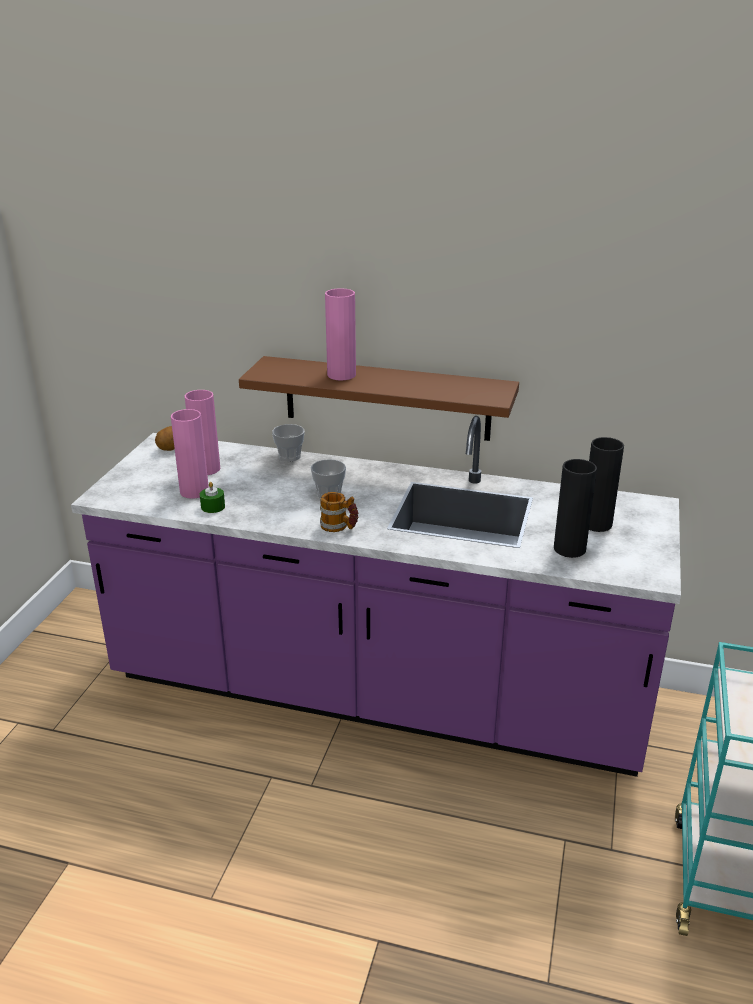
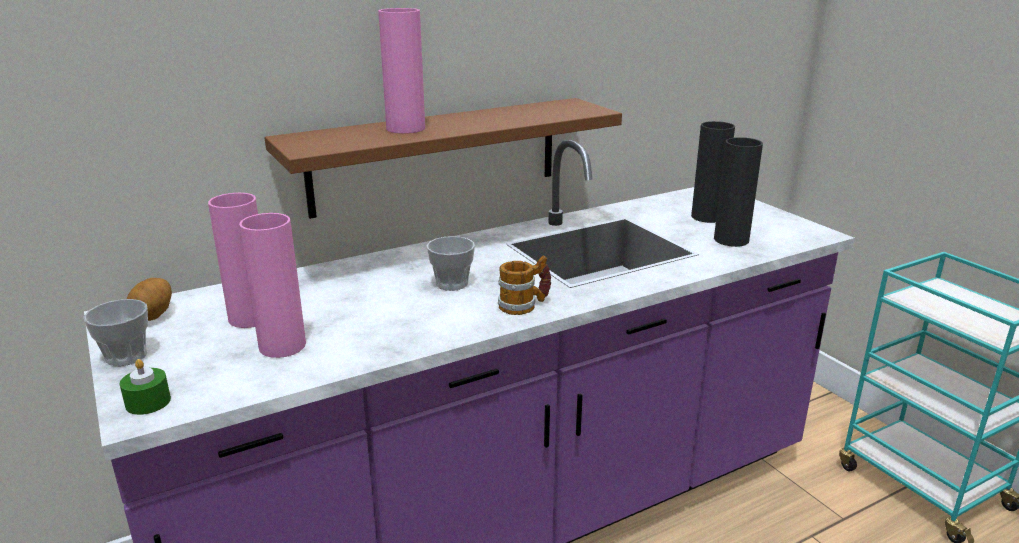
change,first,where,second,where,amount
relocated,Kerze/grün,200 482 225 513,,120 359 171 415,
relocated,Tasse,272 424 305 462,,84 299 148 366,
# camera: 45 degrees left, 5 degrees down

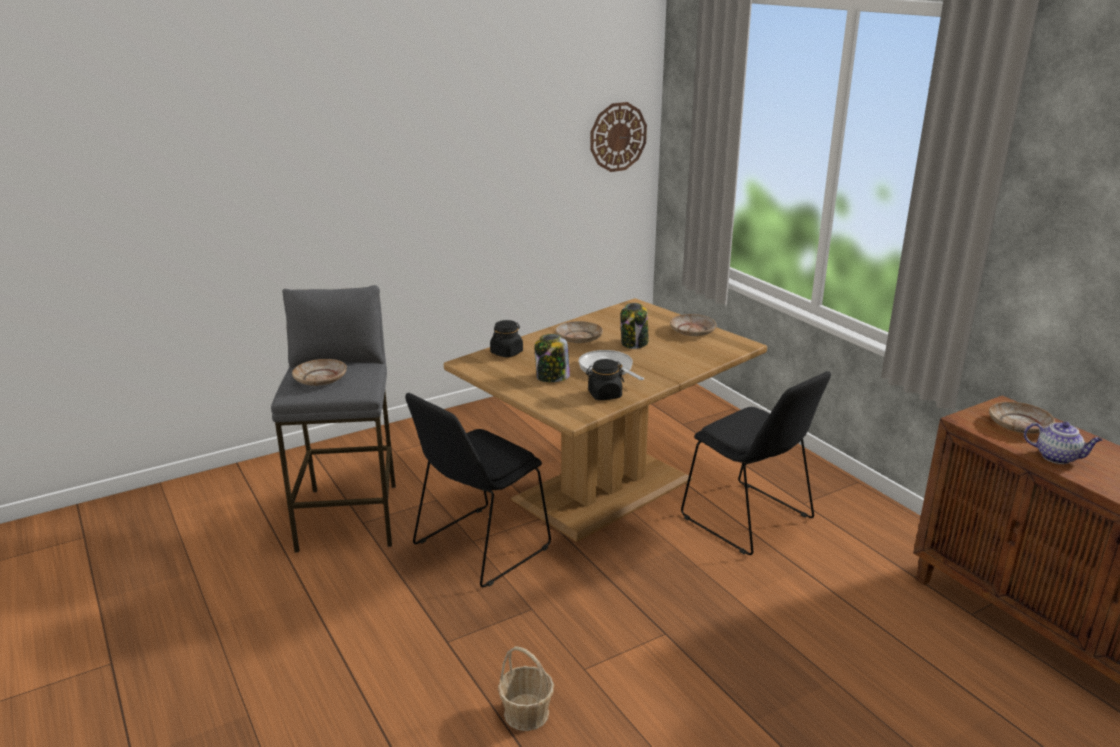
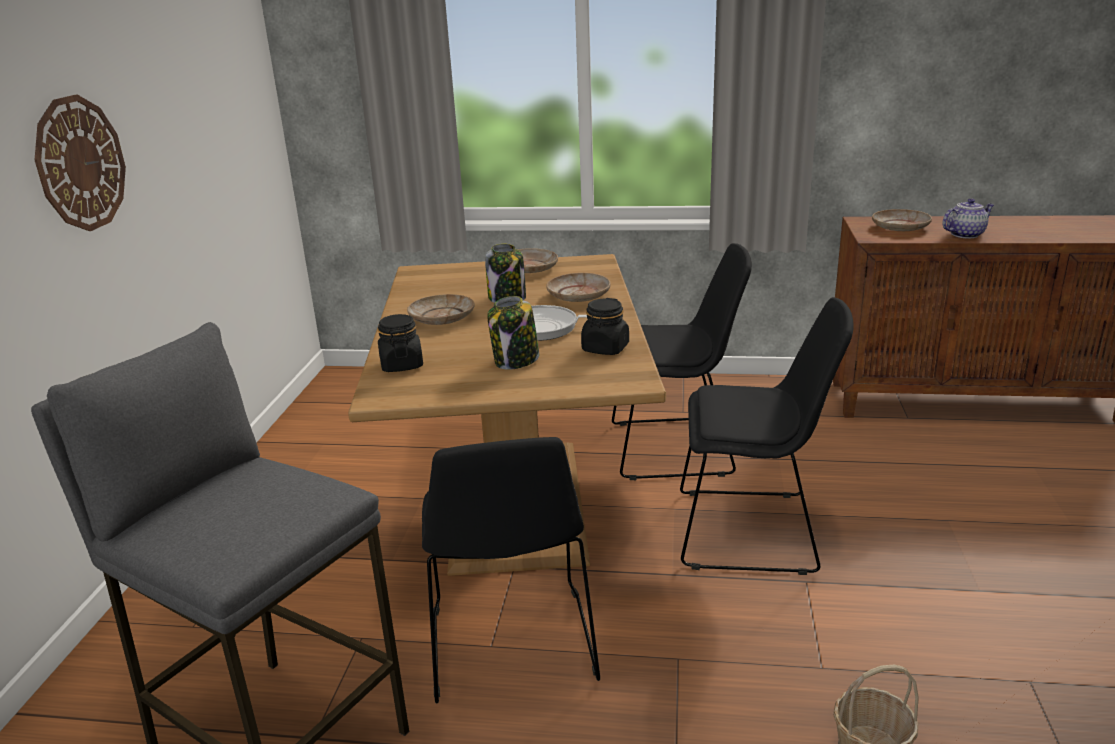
change,first,where,second,where,amount
relocated,Teller/beige,292 359 347 386,,546 273 611 302,
relocated,Wanduhr,590 102 647 172,,35 95 126 231,
appeared,,,Stuhl/schwarz,680 297 854 575,
# camera: 50 degrees left, 0 degrees up

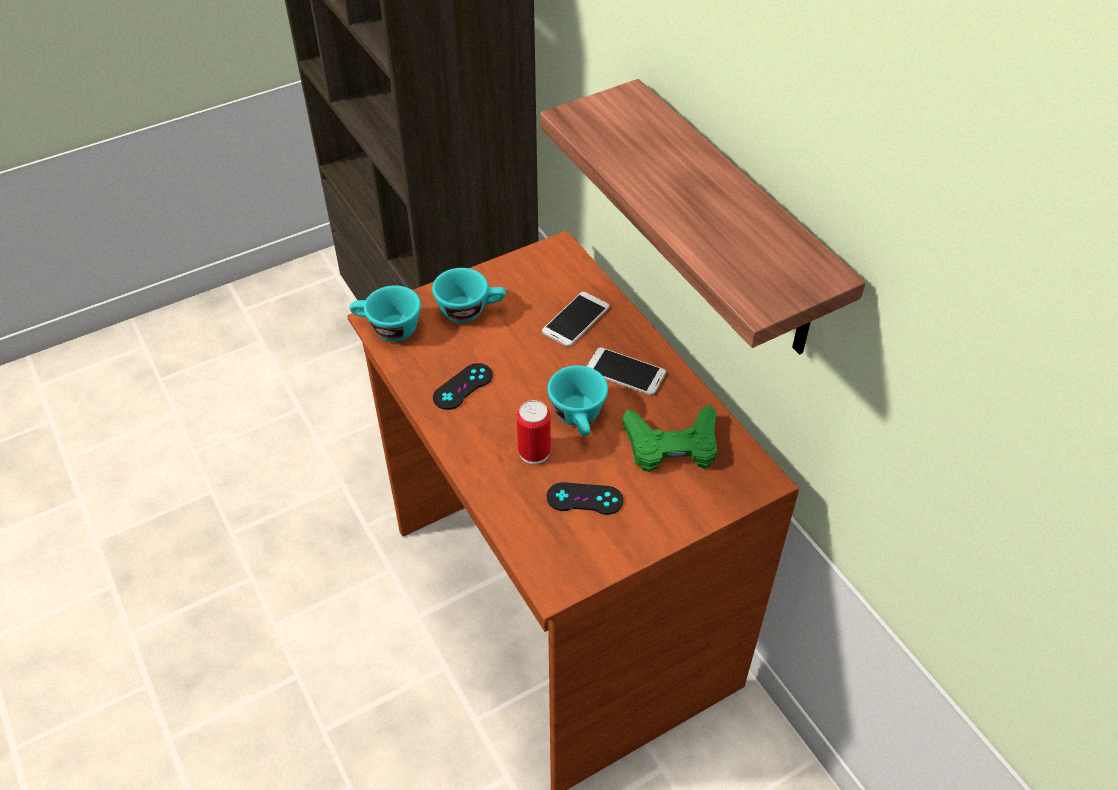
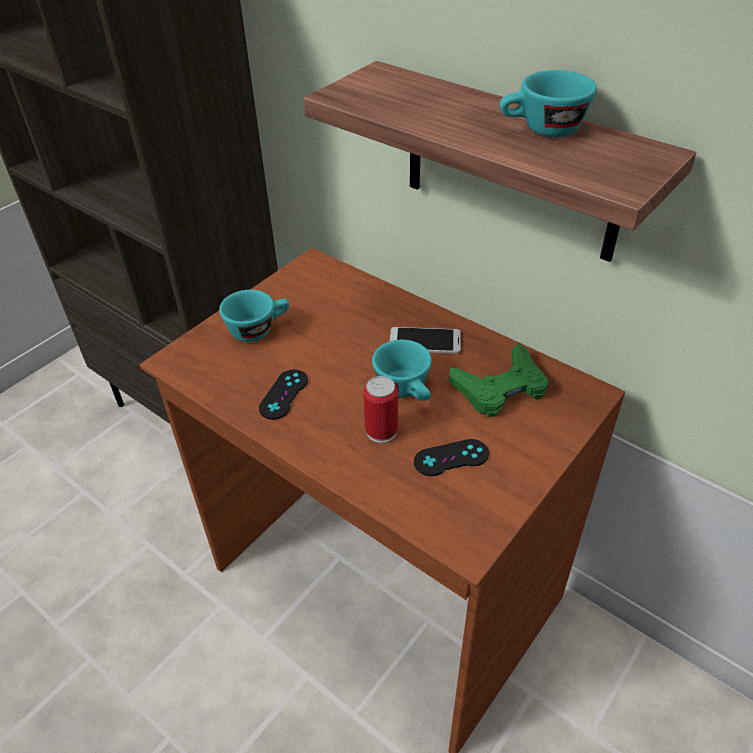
change,first,where,second,where,amount
relocated,Tasse/türkis,350 285 421 342,,500 70 597 137,
missing,Handy,542 292 609 347,,,
# camera: 20 degrees left, 5 degrees down

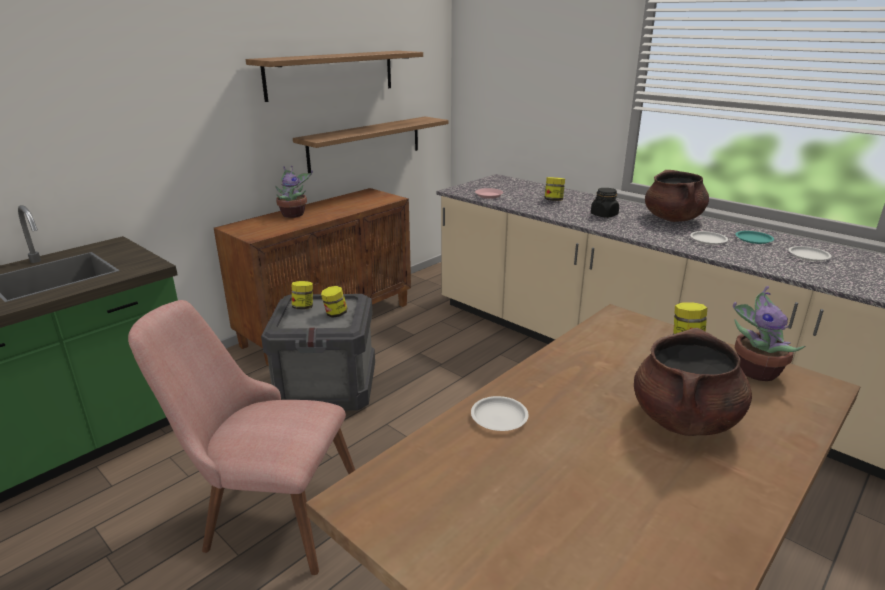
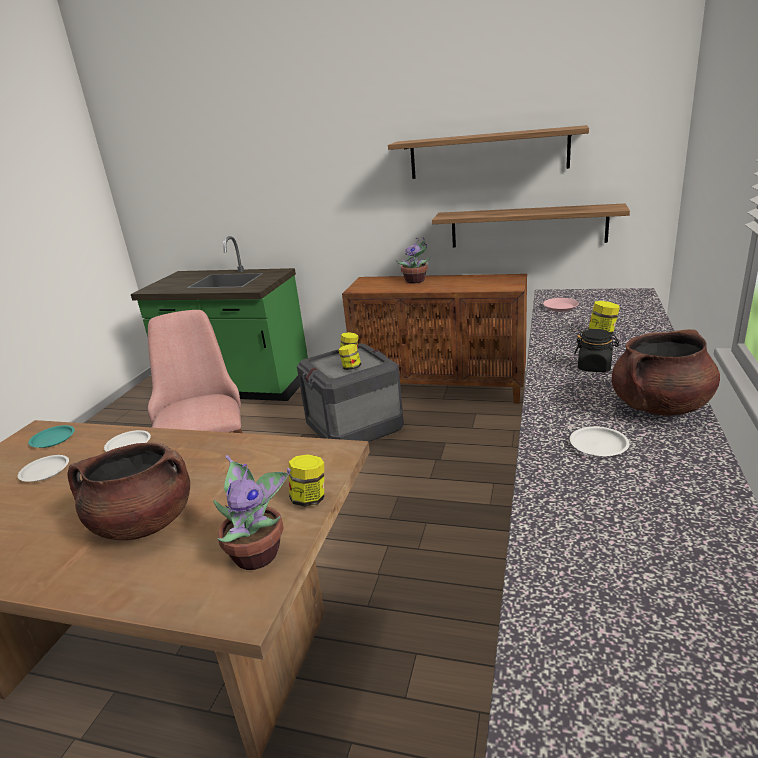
change,first,where,second,where,amount
relocated,Teller/türkis,735 231 774 244,,28 425 75 448,
relocated,Teller/weiß,788 246 832 261,,18 455 69 482,
# camera: 65 degrees right, 0 degrees up

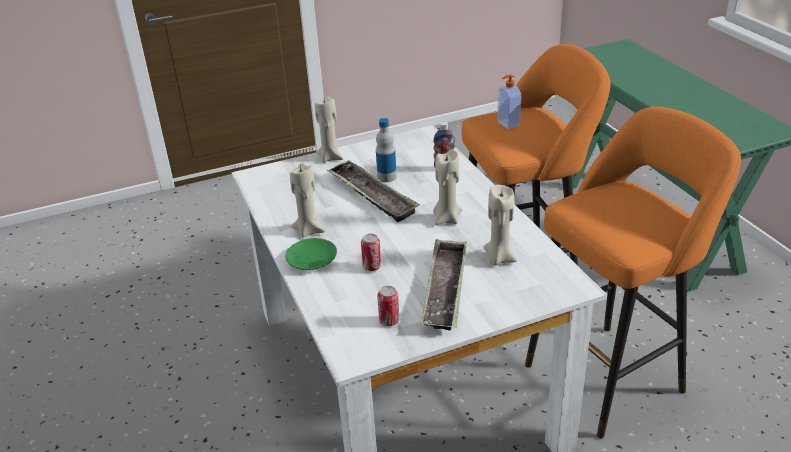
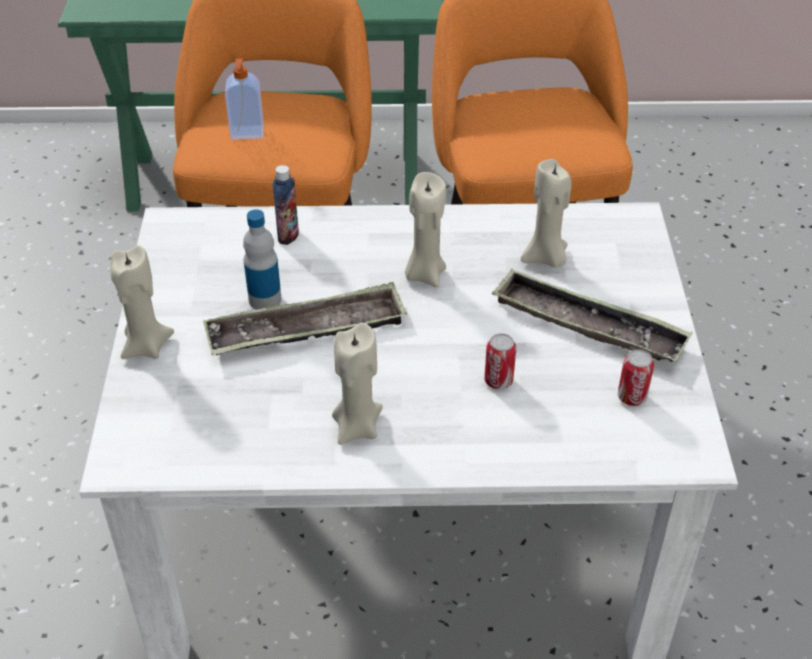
change,first,where,second,where,amount
missing,Teller/grün,285 238 337 270,,,
# camera: 70 degrees left, 10 degrees up

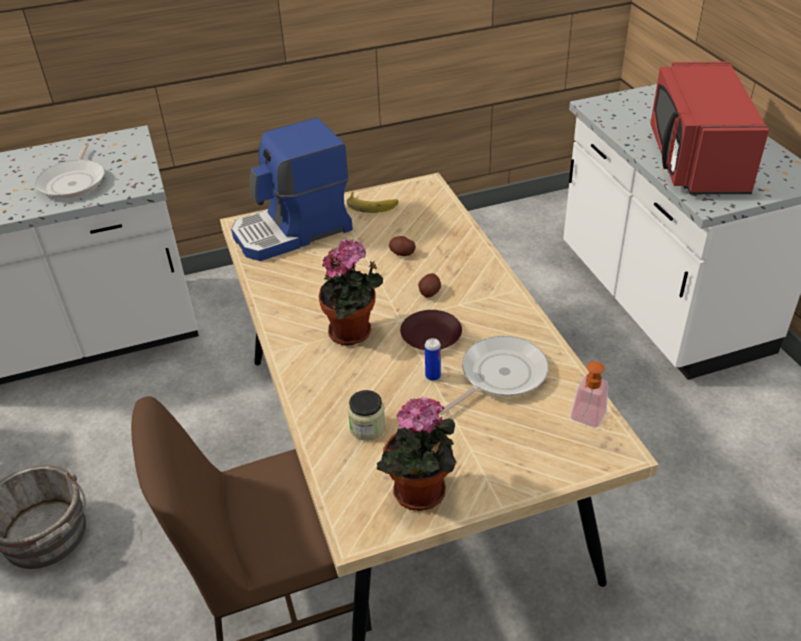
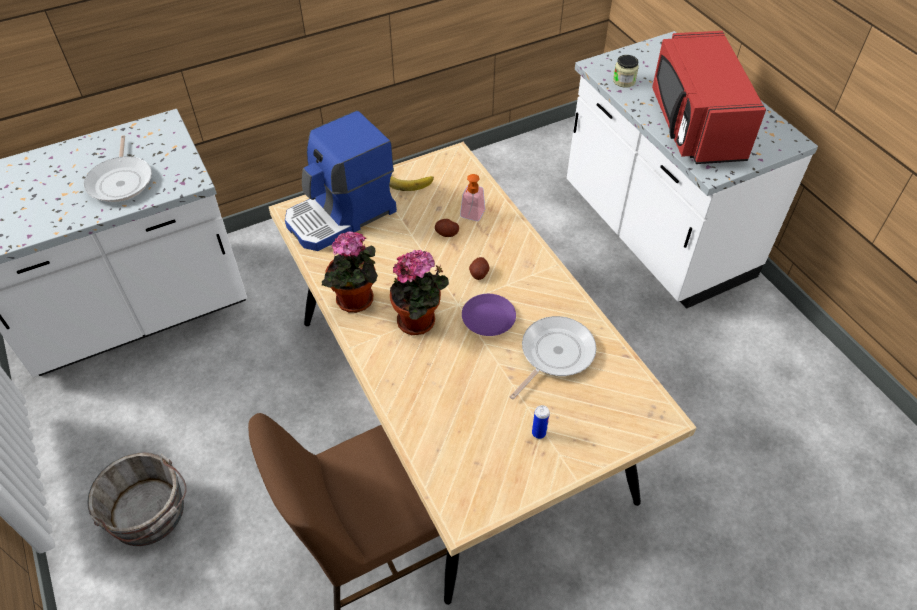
change,first,where,second,where,amount
relocated,Vorratsglas,348 390 386 441,,613 55 639 88,
relocated,Topfpflanze,376 397 456 511,,322 231 378 313,
colour,Teller/braun,400 310 462 350,Teller/lila,462 294 516 336,
relocated,Dose,425 338 441 381,,532 405 550 439,
relocated,Seifenspender,571 361 608 428,,460 174 485 221,
# camera: 10 degrees left, 10 degrees up

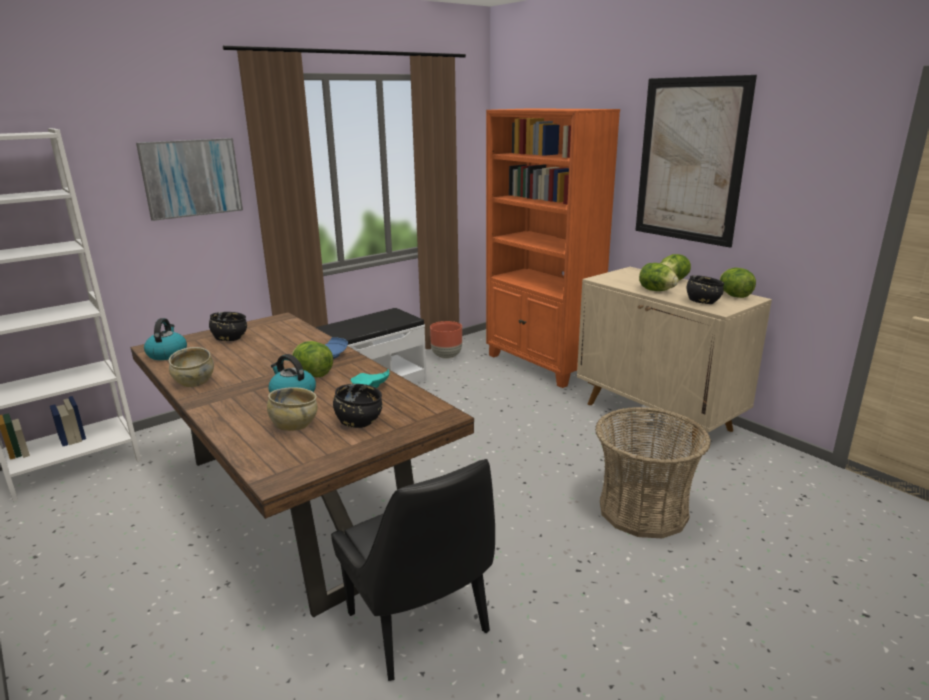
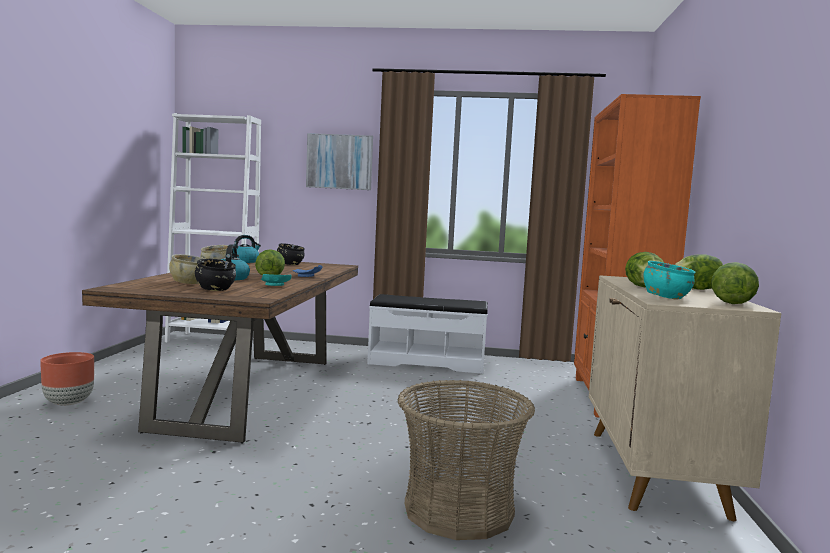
change,first,where,second,where,amount
missing,Stuhl/schwarz,331 459 495 681,,,
relocated,Pflanzkübel/braun,430 321 462 359,,40 352 94 406,
missing,Bild,635 75 757 248,,,
colour,Schüssel/schwarz,687 275 725 304,Schüssel/türkis,644 261 695 299,
# camera: 45 degrees right, 15 degrees down

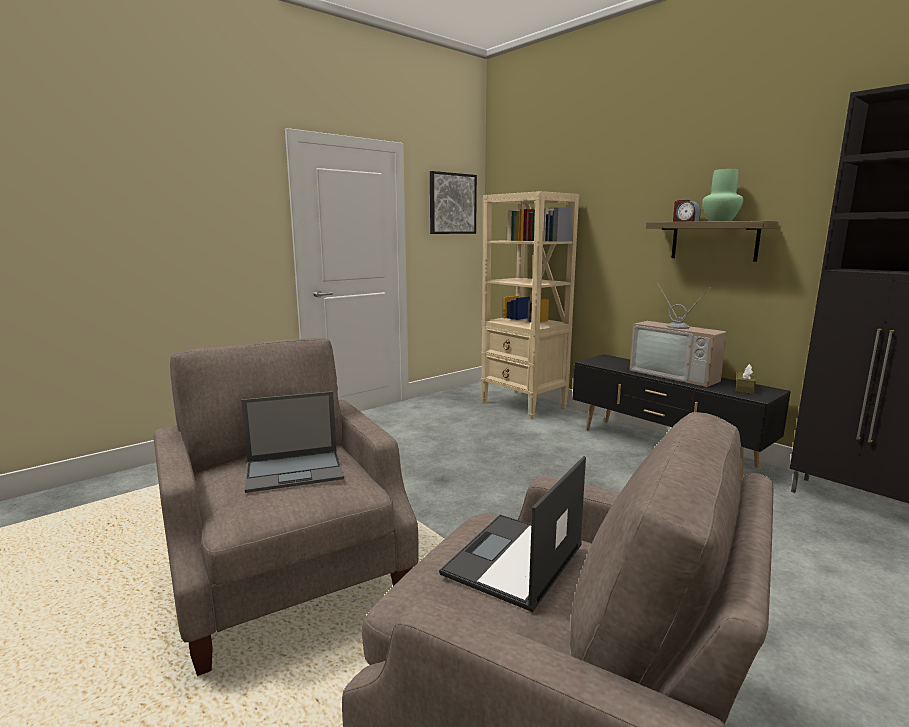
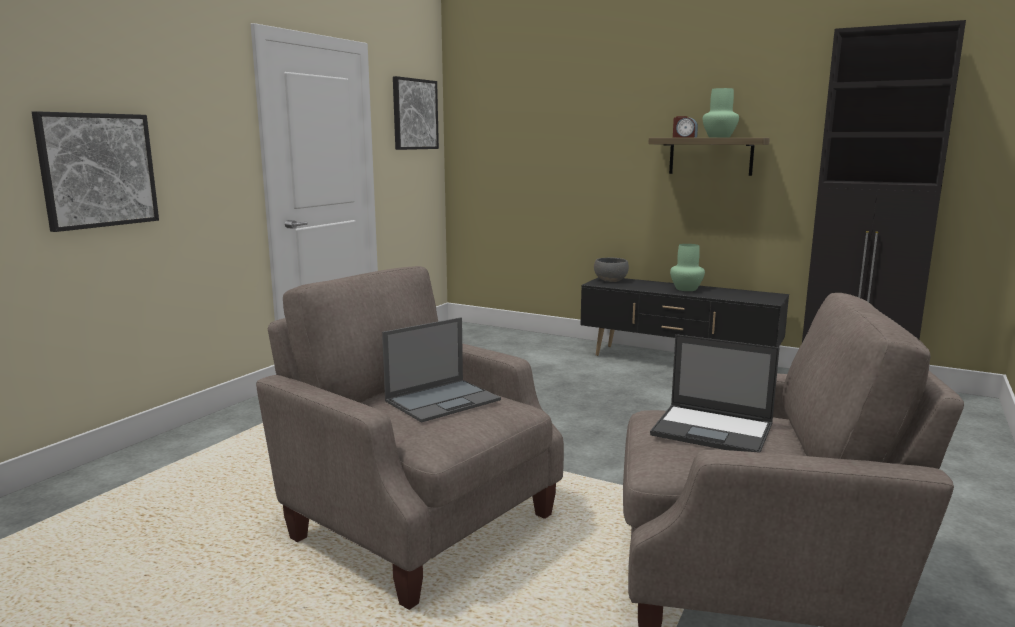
change,first,where,second,where,amount
spun,Laptop,439 456 586 612,,650 334 780 453,75 degrees counterclockwise
missing,Bücherregal/beige,481 191 579 419,,,
exchanged,Fernseher,629 283 727 387,Vase/grün,670 244 705 291,
missing,Taschentuchbox/braun,736 364 756 394,,,
appeared,,,Bild,32 111 159 232,
appeared,,,Schüssel/grau,594 258 629 282,
# camera: 20 degrees left, 0 degrees up

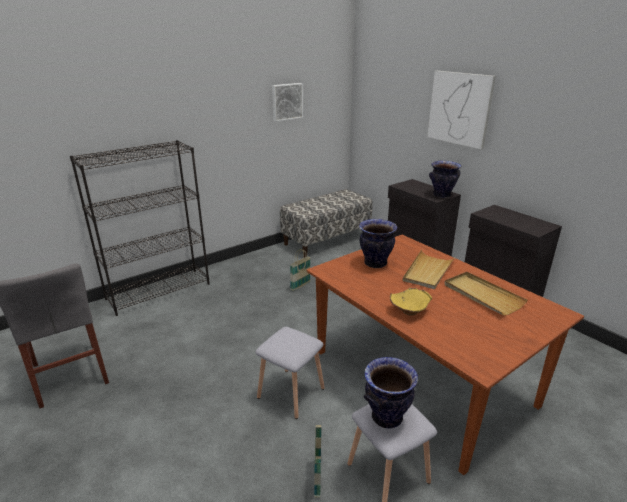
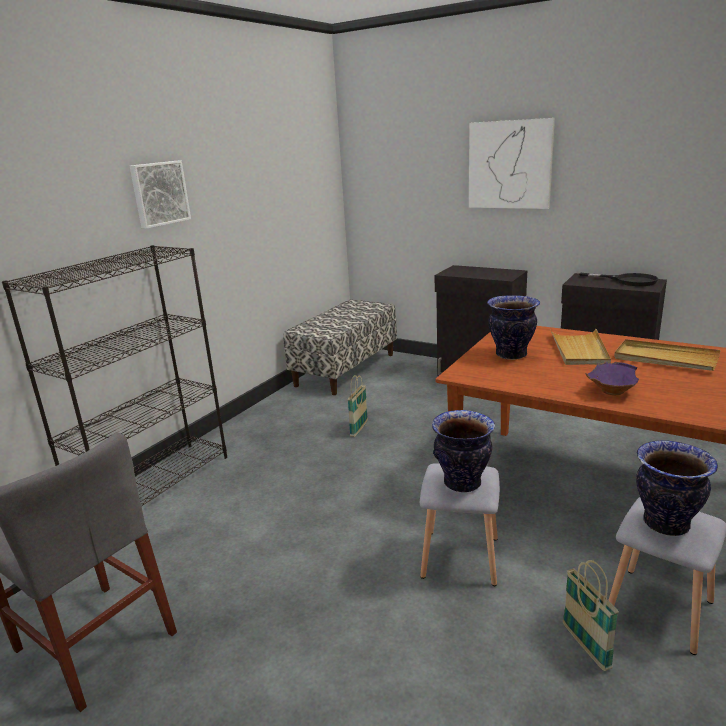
change,first,where,second,where,amount
relocated,Bild,272 83 303 122,,130 161 191 229,
colour,Schüssel/gelb,390 288 432 315,Schüssel/lila,586 362 639 395,
relocated,Vase,429 161 461 198,,432 410 495 492,
appeared,,,Pfanne/schwarz,579 273 658 286,
# camera: 20 degrees left, 5 degrees down

